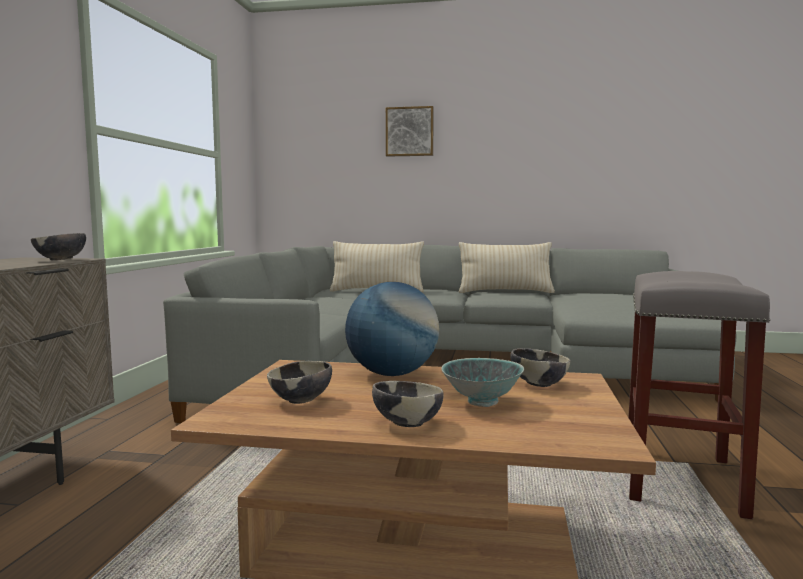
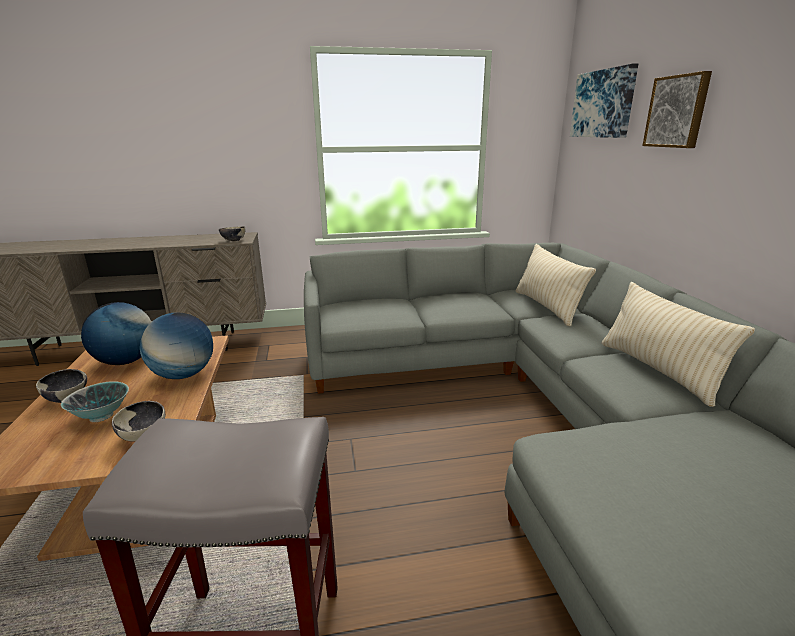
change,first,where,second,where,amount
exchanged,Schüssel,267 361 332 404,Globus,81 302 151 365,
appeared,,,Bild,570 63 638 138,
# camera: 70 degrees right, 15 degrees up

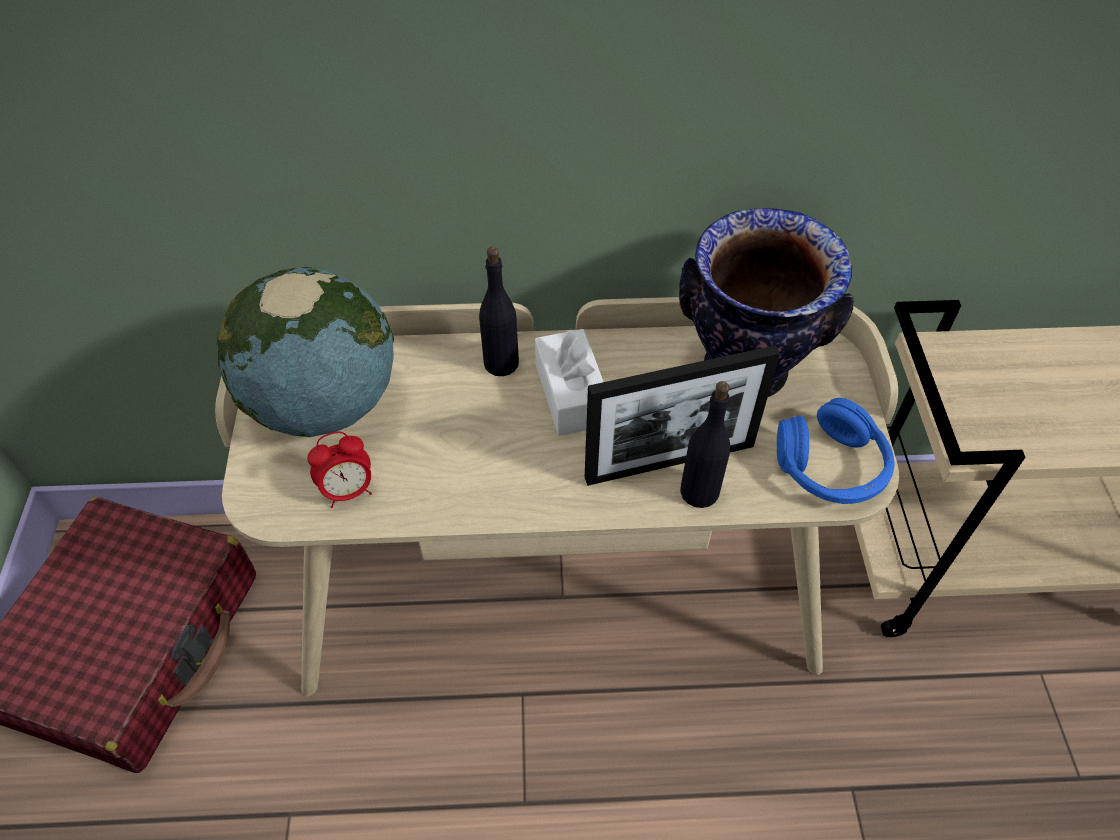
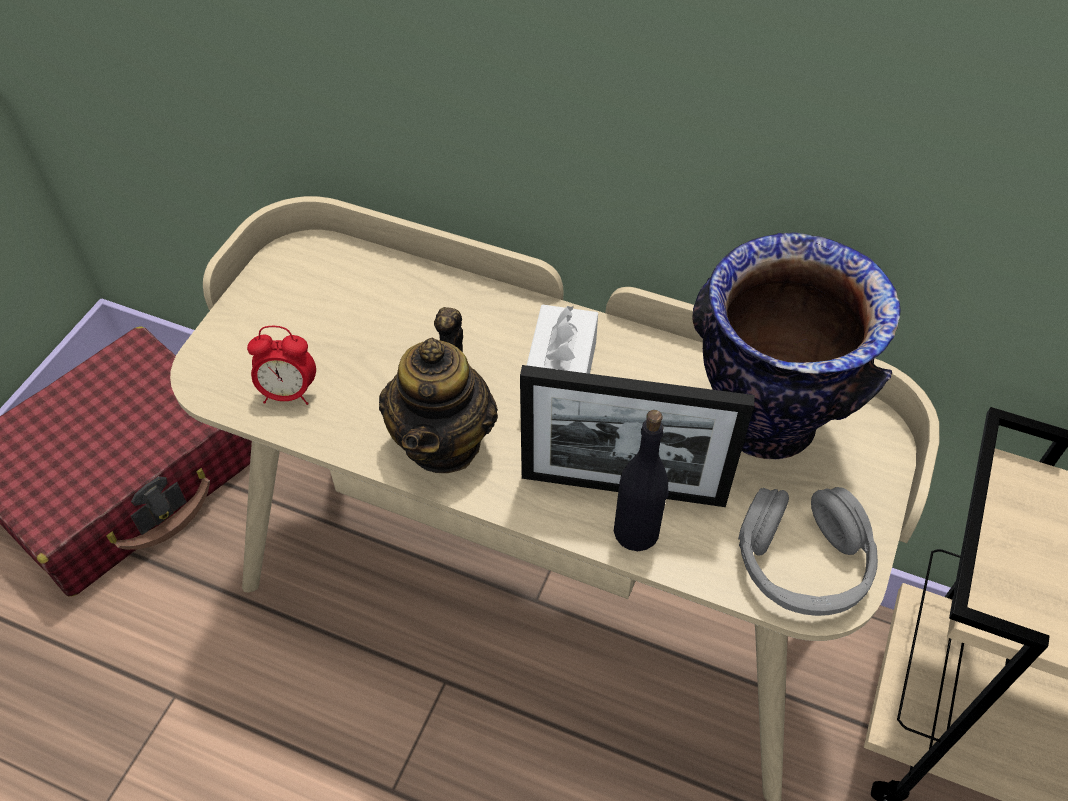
change,first,where,second,where,amount
missing,Globus,217 267 394 437,,,
missing,Flasche/schwarz,479 247 519 376,,,
colour,Kopfhörer/blau,777 398 895 504,Kopfhörer/grau,738 487 878 616,
appeared,,,Teekanne,379 307 498 473,
# camera: 25 degrees right, 0 degrees up

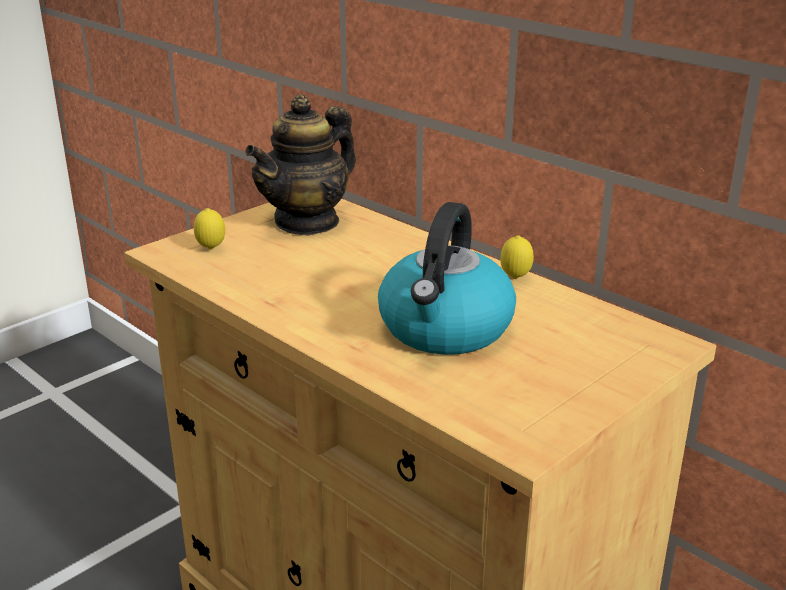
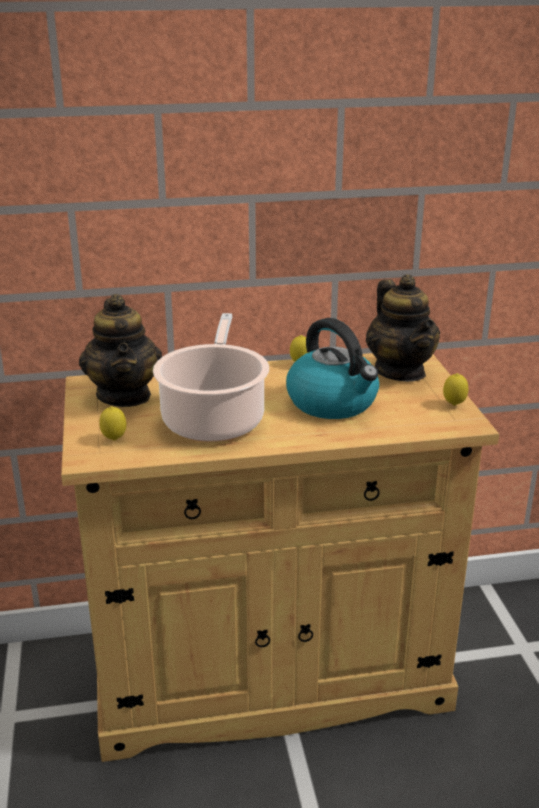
change,first,where,second,where,amount
appeared,,,Kochtopf,153 313 269 442,
appeared,,,Teekanne,366 274 440 382,
appeared,,,Zitrone,443 373 468 406,
# camera: 55 degrees left, 0 degrees up

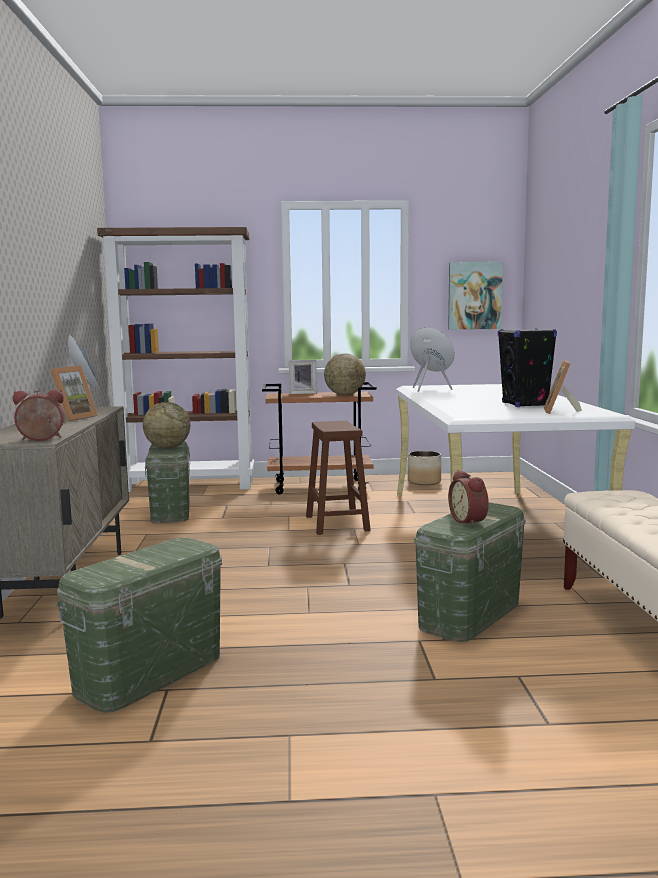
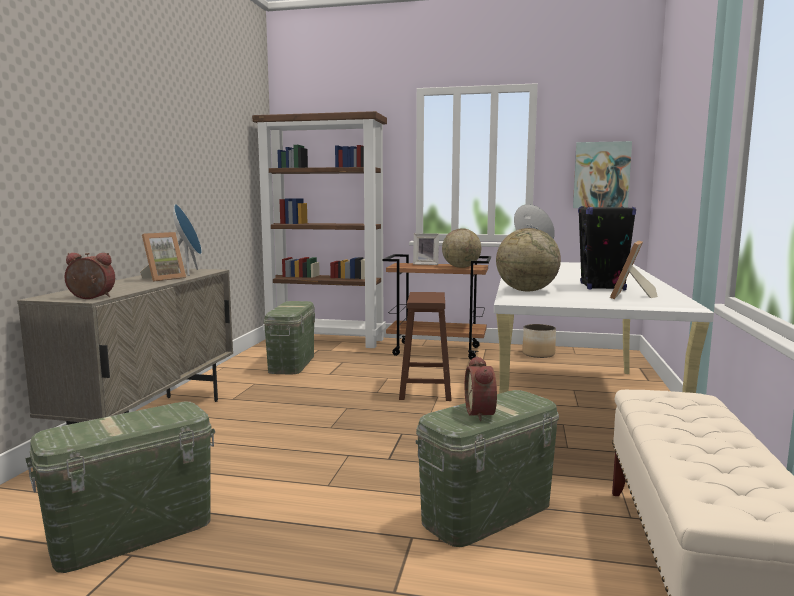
change,first,where,second,where,amount
relocated,Globus,143 402 190 449,,496 228 561 291,
# camera: 15 degrees right, 0 degrees up

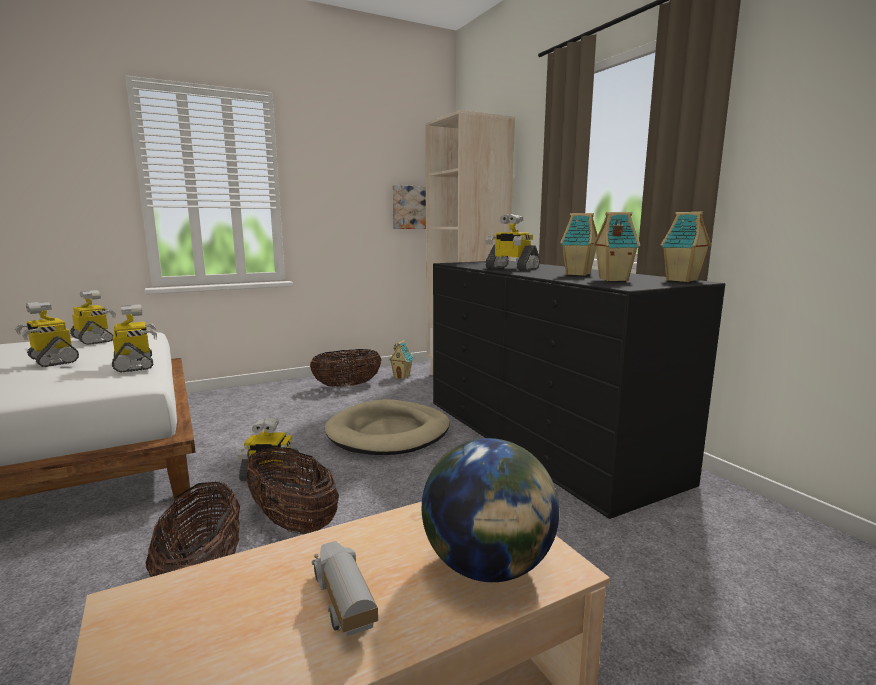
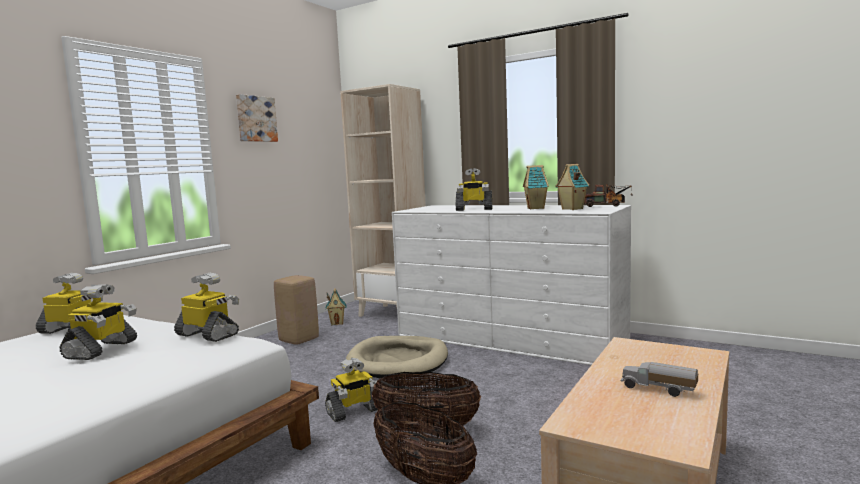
change,first,where,second,where,amount
spun,Spielzeugroboter,15 302 79 367,,59 284 137 360,90 degrees counterclockwise
exchanged,Korb,310 349 382 387,Hocker/beige,274 275 319 345,
relocated,Bild,392 185 426 229,,236 94 278 142,
missing,Globus,422 438 559 582,,,
colour,Kommode/schwarz,433 261 725 519,Kommode/weiß,392 205 631 365,
exchanged,Spielzeughaus,661 211 711 282,Spielzeuglaster,584 184 632 207,
# camera: 30 degrees left, 5 degrees down

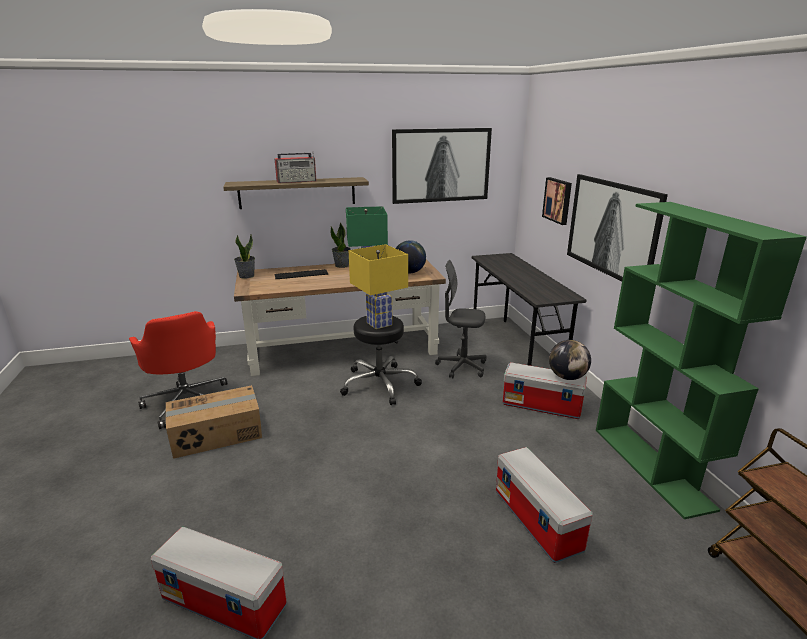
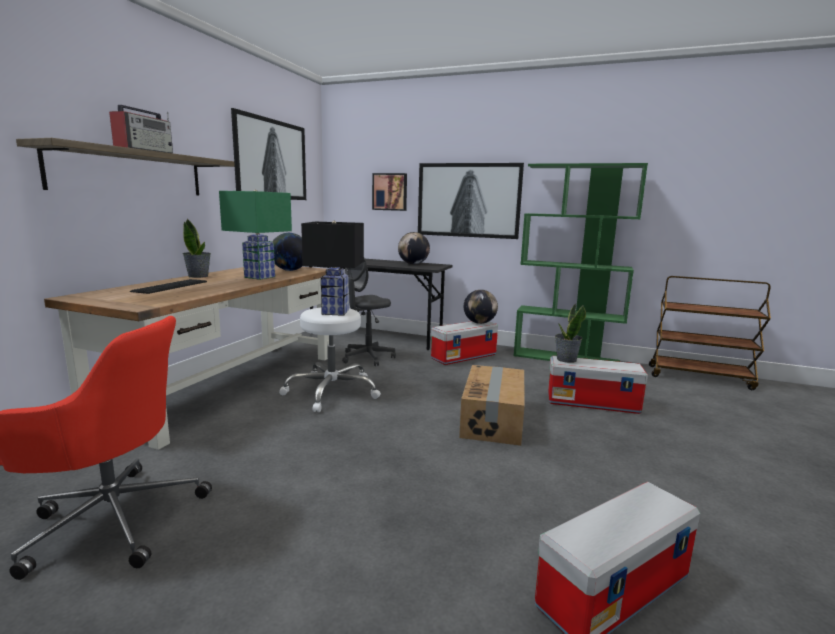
change,first,where,second,where,amount
relocated,Karton,166 385 262 459,,459 365 525 446,
relocated,Topfpflanze,234 234 255 278,,555 304 586 363,
colour,Hocker/schwarz,340 316 422 405,Hocker/weiß,279 308 381 412,
colour,Tischlampe/gelb,349 244 408 329,Tischlampe/schwarz,301 221 364 316,
appeared,,,Globus,398 232 430 264,
# camera: 55 degrees left, 10 degrees down

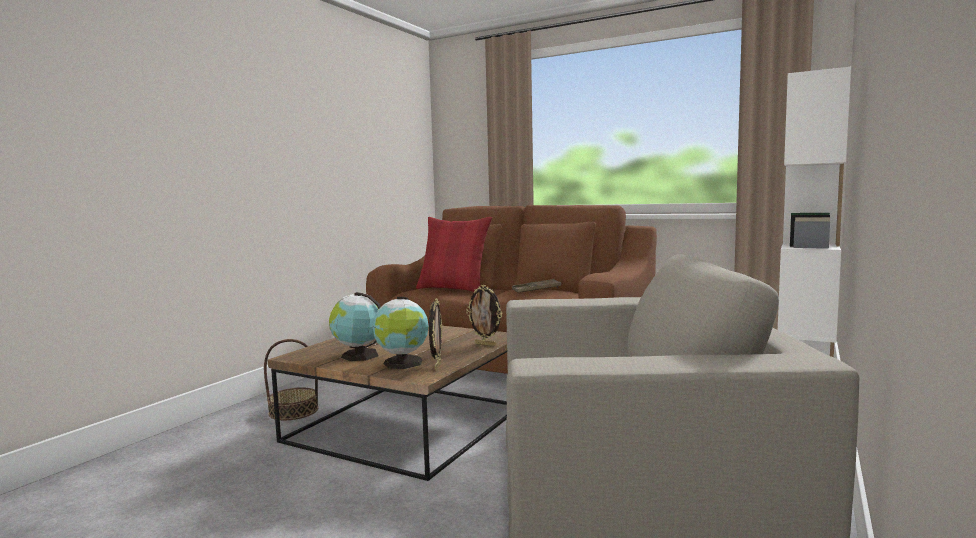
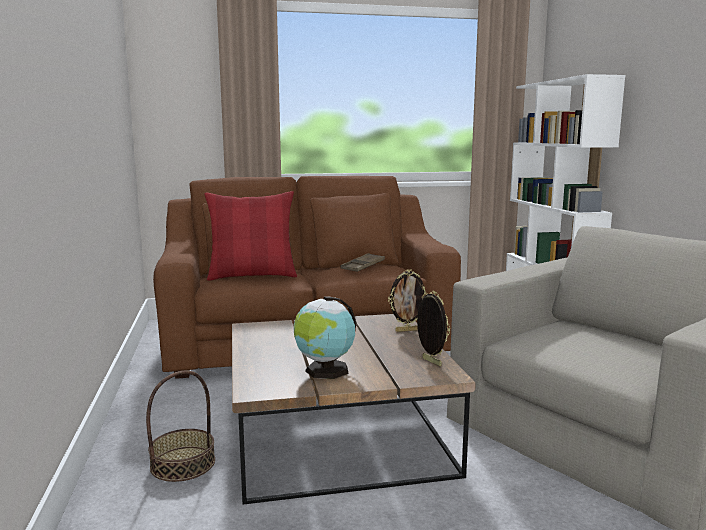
change,first,where,second,where,amount
missing,Globus,372 297 429 369,,,
# camera: 40 degrees left, 5 degrees up

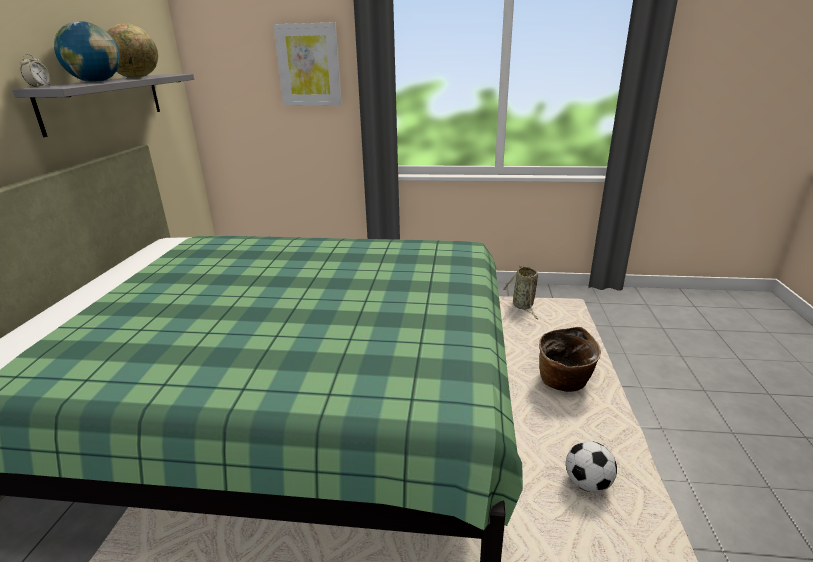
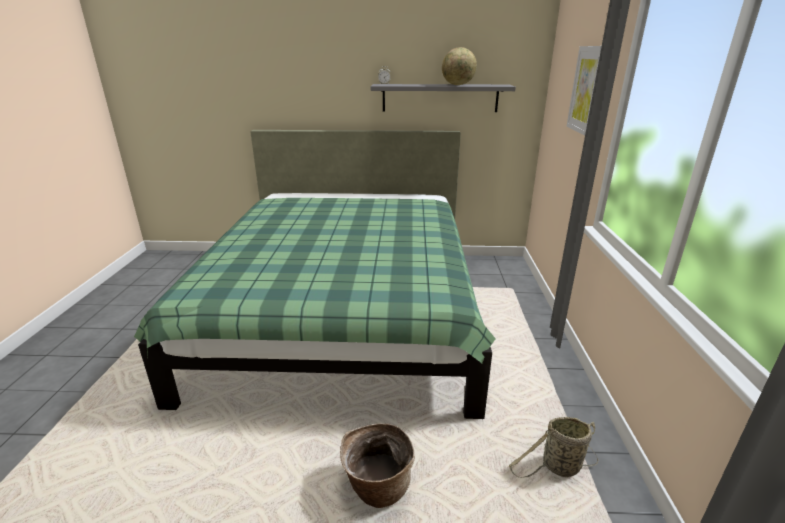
change,first,where,second,where,amount
missing,Globus,54 21 120 82,,,
missing,Fußball,566 441 617 492,,,
# camera: 85 degrees right, 0 degrees up

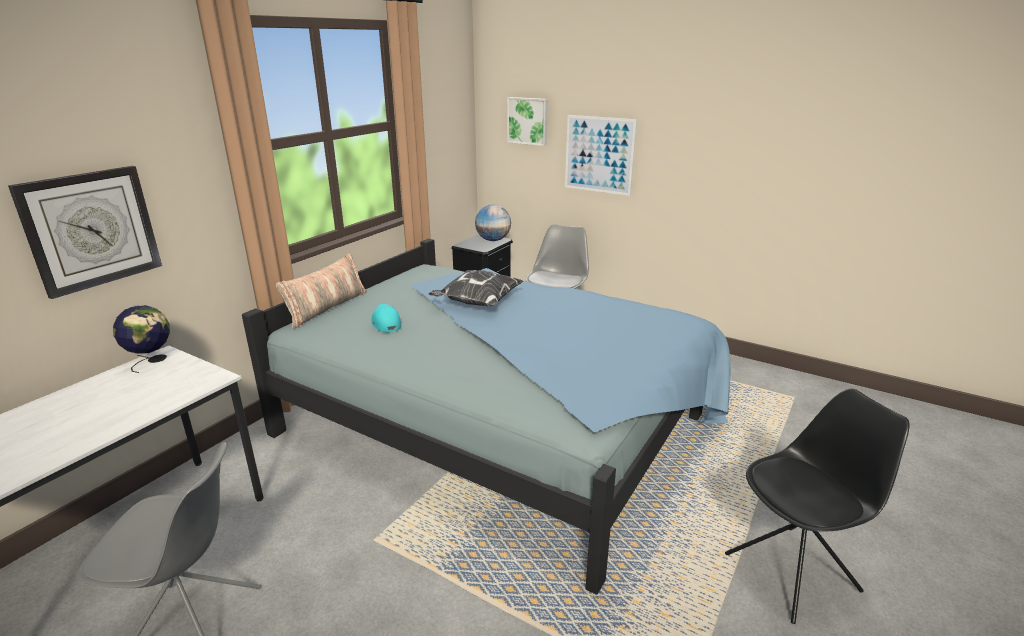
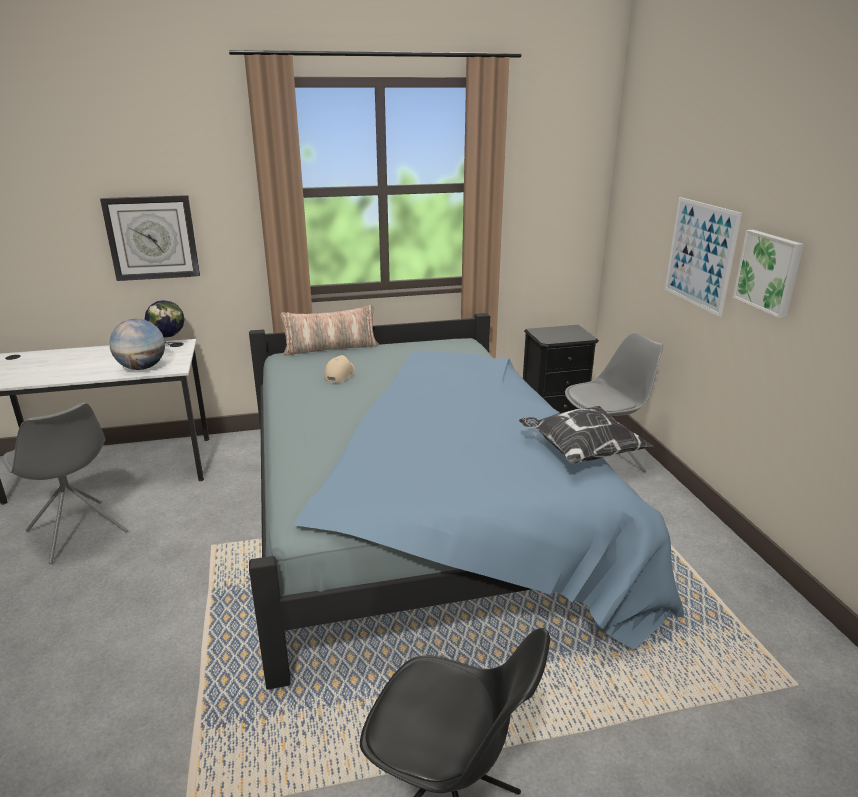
change,first,where,second,where,amount
colour,Kappe/türkis,371 304 402 333,Kappe/beige,324 355 355 383,
relocated,Kissen,429 270 524 306,,519 406 653 463,
relocated,Globus,475 205 511 241,,109 319 165 370,
relocated,Bild,507 97 548 146,,733 230 804 318,
# camera: 45 degrees right, 0 degrees up

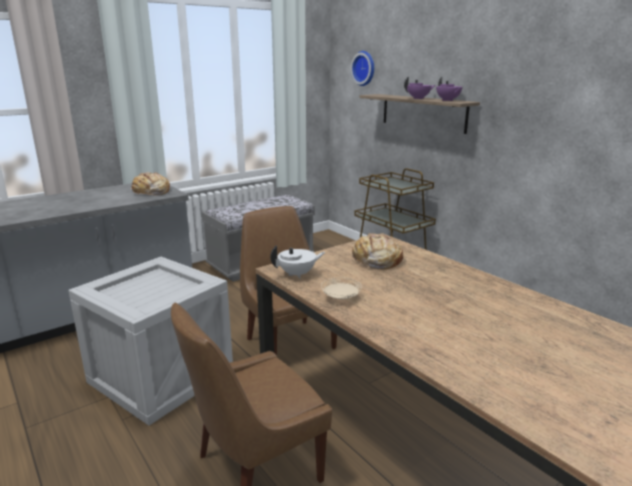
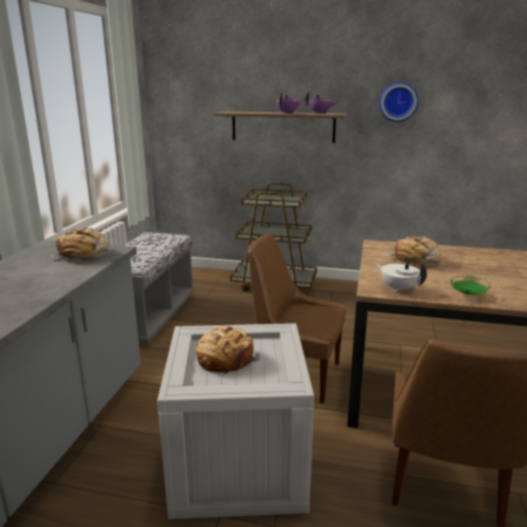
change,first,where,second,where,amount
spun,Teekanne/weiß,270 245 325 279,,375 263 427 292,75 degrees counterclockwise
colour,Teller/beige,321 277 362 299,Teller/grün,450 276 491 295,
relocated,Wanduhr,350 51 374 86,,379 82 419 122,
appeared,,,Brot,196 326 262 374,
# camera: 40 degrees left, 0 degrees up

